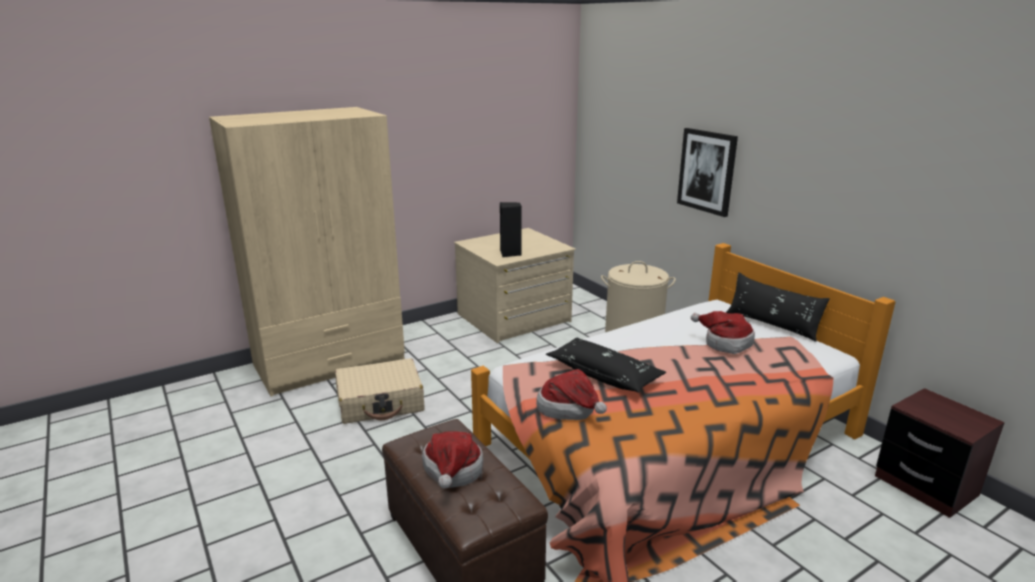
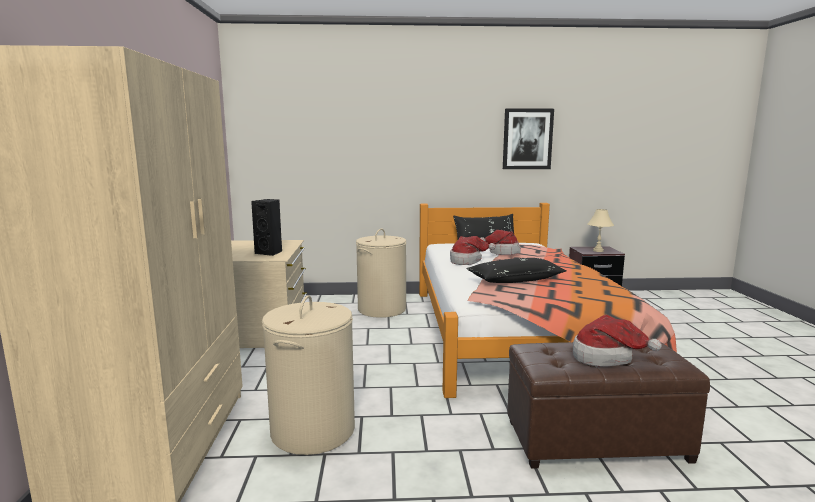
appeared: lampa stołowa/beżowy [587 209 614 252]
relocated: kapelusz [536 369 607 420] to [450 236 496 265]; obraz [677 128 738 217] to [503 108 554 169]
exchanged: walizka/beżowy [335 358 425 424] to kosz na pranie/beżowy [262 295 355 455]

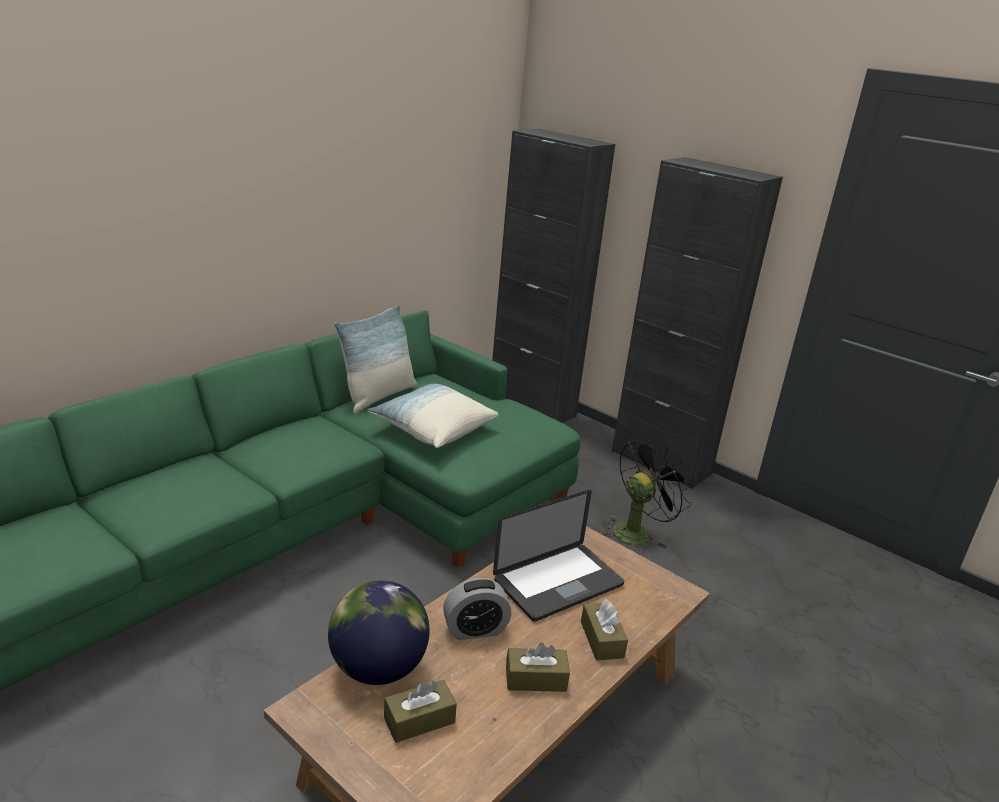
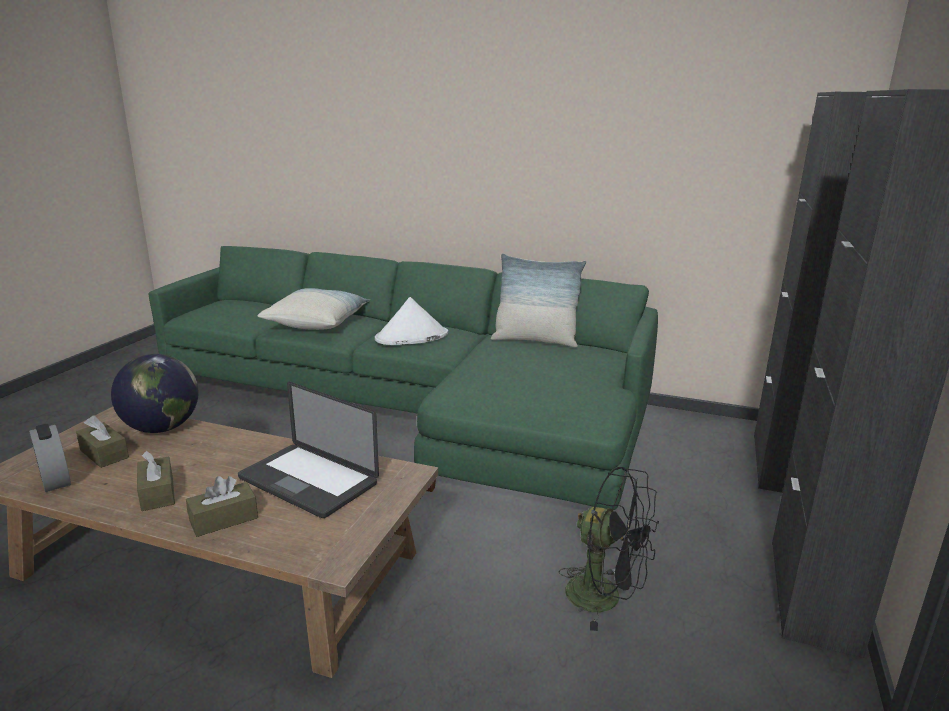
appeared: kapelusz/biały [375 297 448 345]
relocated: budzik [443 578 511 640] to [29 424 71 492]; poduszka [368 384 499 448] to [257 288 370 330]

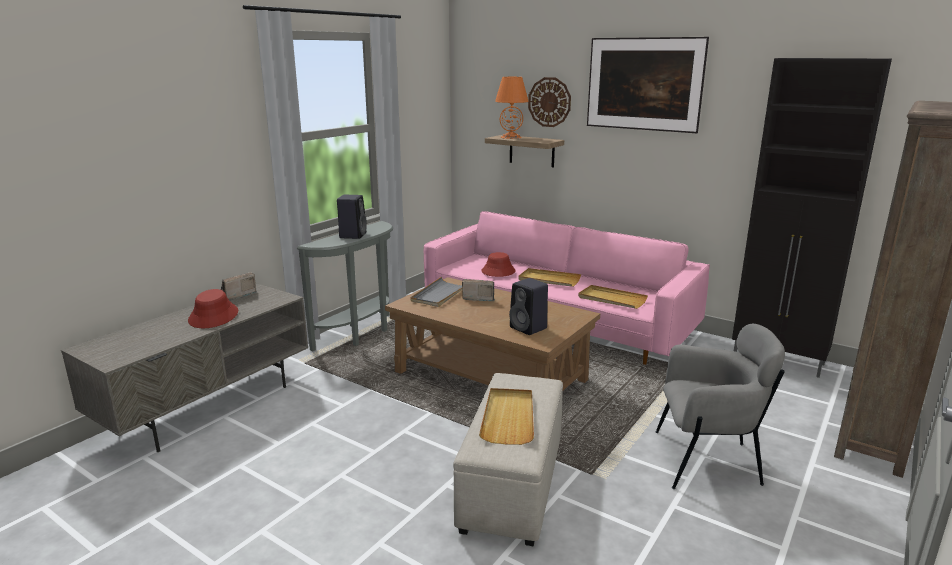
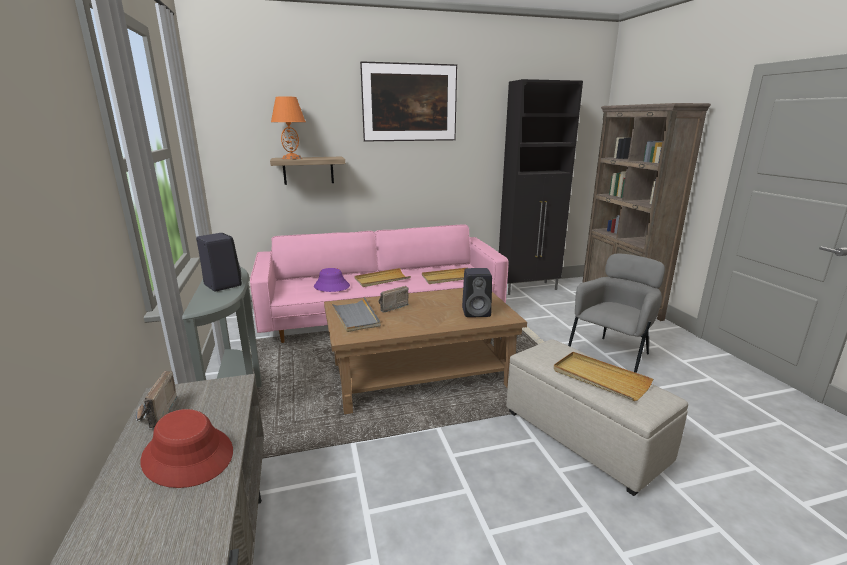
missing: zegar ścienny [528 77 571 127]
colour: kapelusz/czerwony [481 252 516 277] to kapelusz/fioletowy [314 268 350 292]

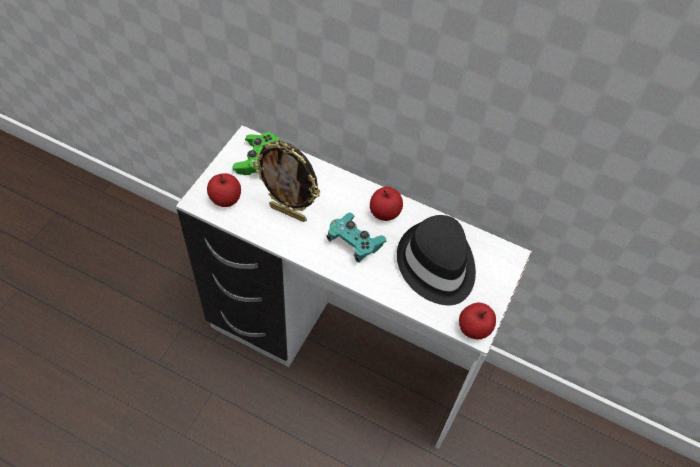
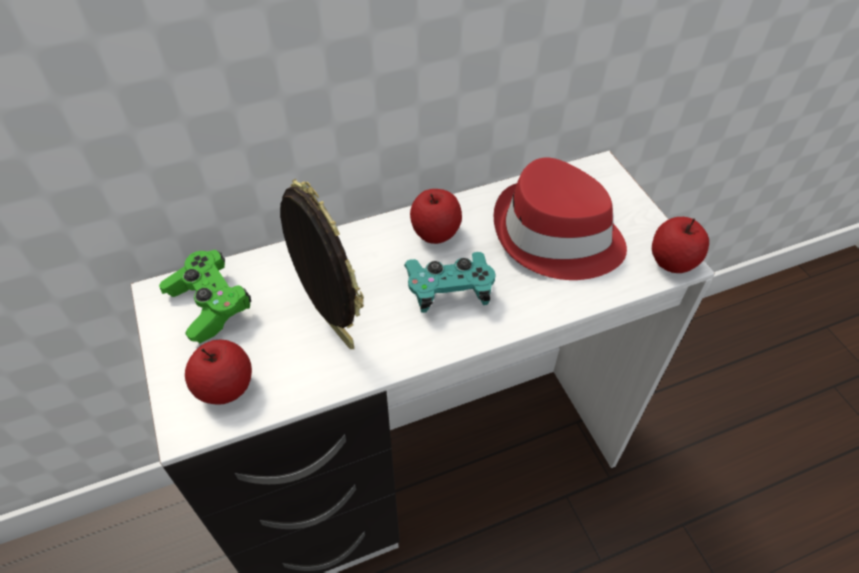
colour: kapelusz/czarny [397 215 476 305] to kapelusz/czerwony [494 158 627 280]
spun: ramka na zdjęcie [253 141 321 222] = [280 179 364 349] 105 degrees counterclockwise

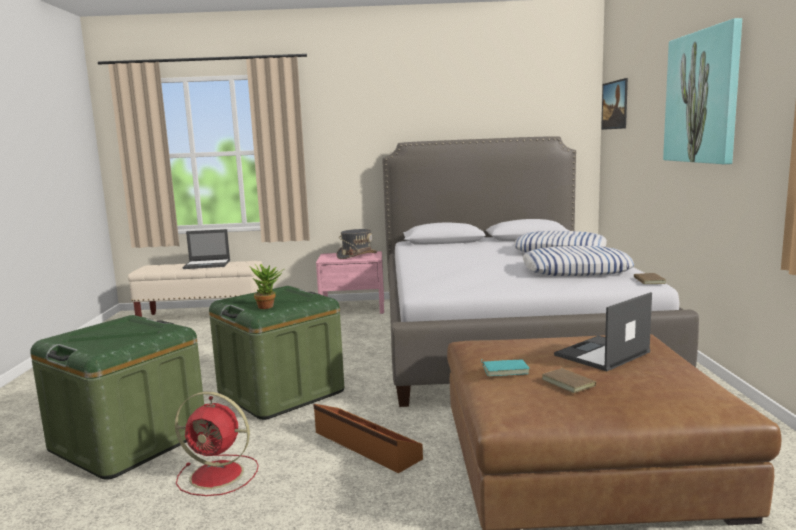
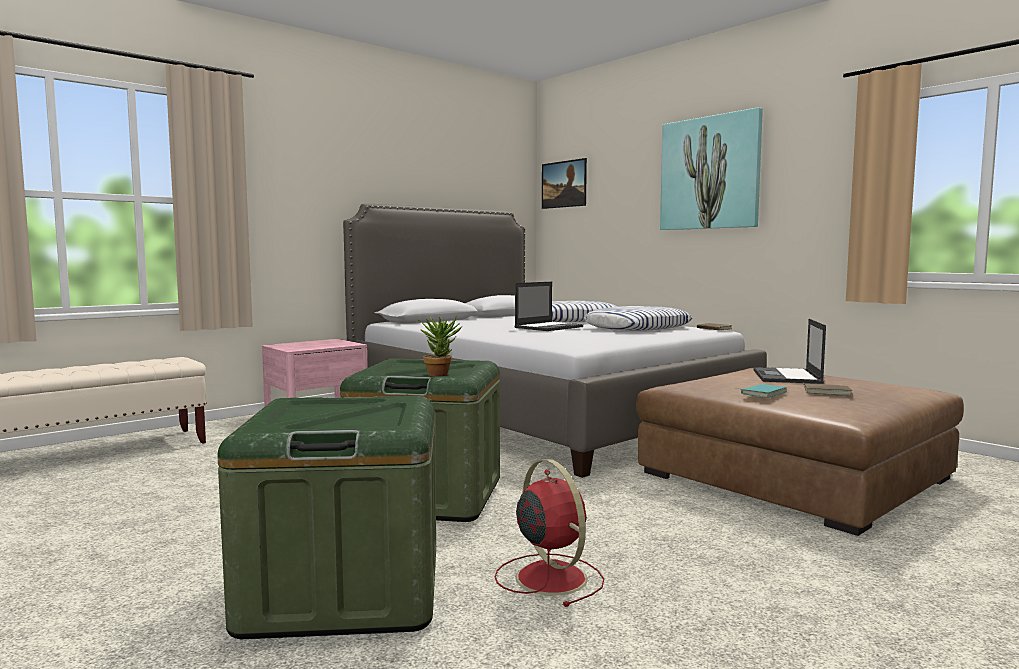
missing: pojemnik do przechowywania/brązowy [313 404 423 473]; kapelusz/szary [336 229 377 259]
relocated: laptop [182 229 230 269] to [514 282 583 331]
spun: wentylator/czerwony [175 392 259 496] = [495 459 604 607] 90 degrees counterclockwise

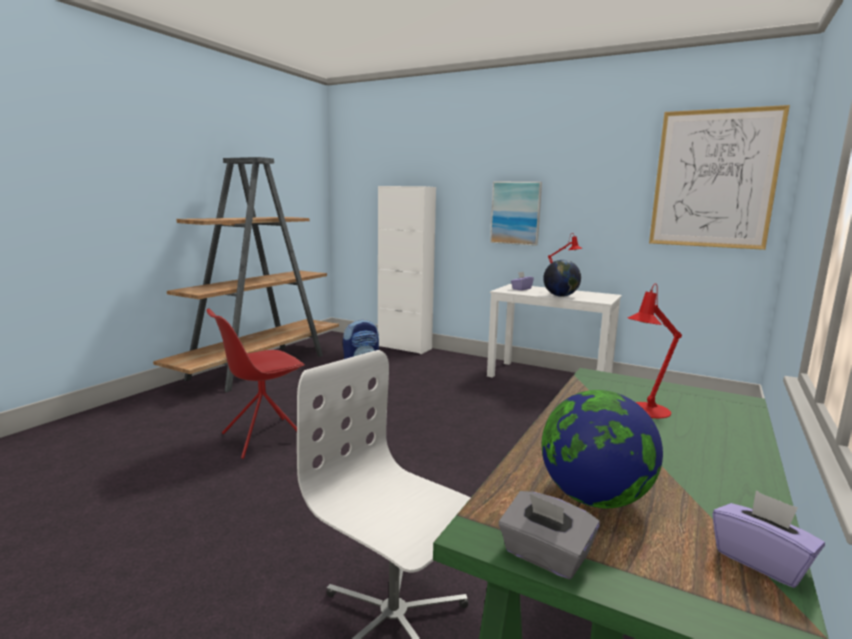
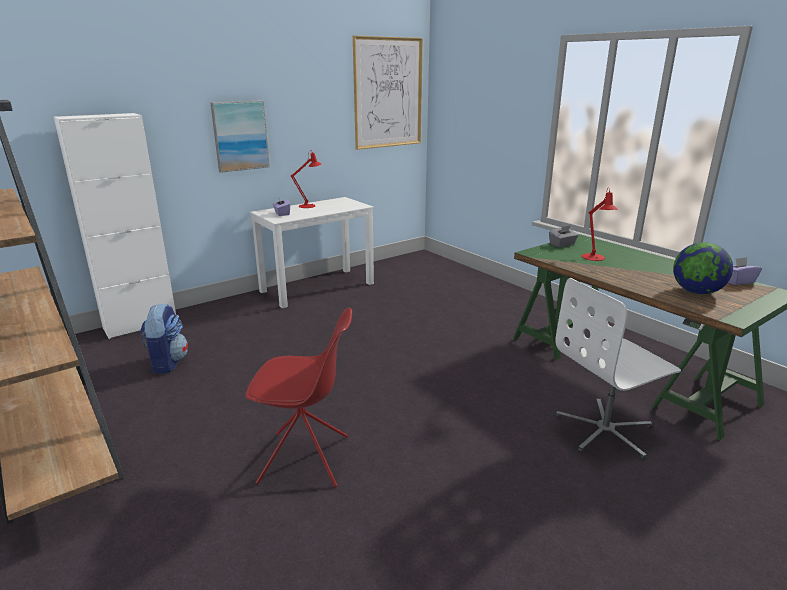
missing: globus [543 260 581 297]
relocated: pudełko chusteczek/szary [499 491 600 579] to [549 226 578 247]
spun: krzesło/czerwony [206 309 305 459] = [245 307 352 487] 75 degrees counterclockwise

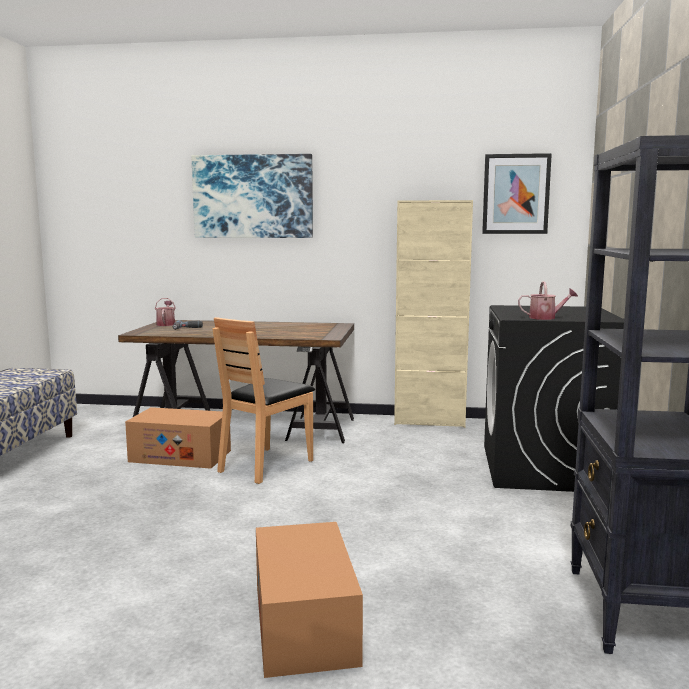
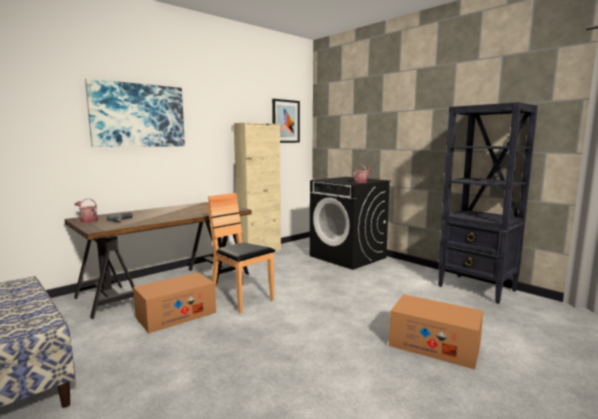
spun: krzesło/brązowy [212 317 315 484] = [208 193 275 313] 150 degrees clockwise

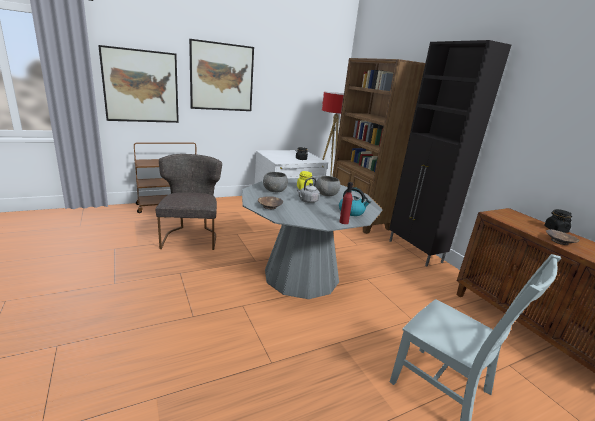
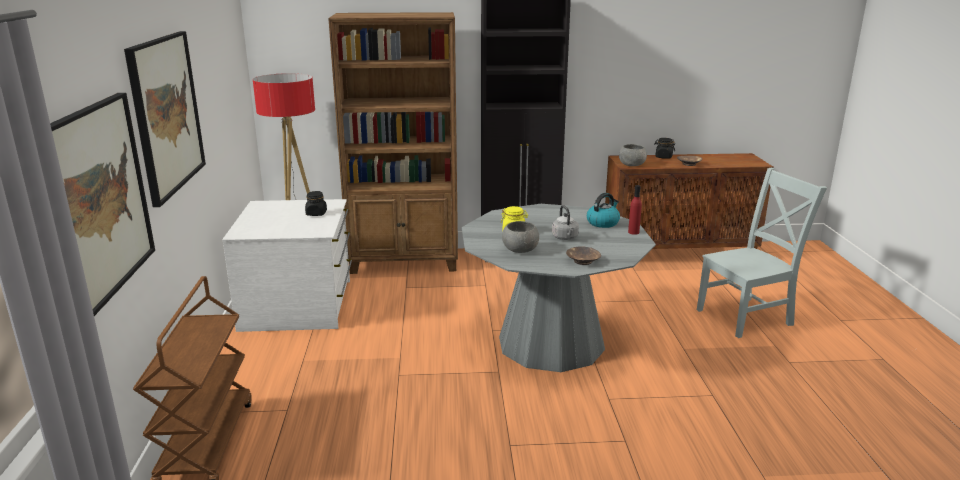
missing: krzesło/szary [155 154 222 250]
relocated: miska/szary [316 176 340 197] to [619 144 647 166]

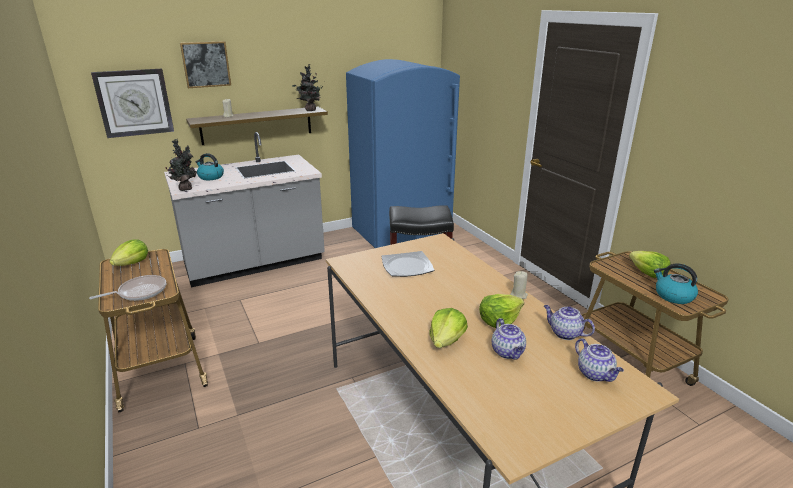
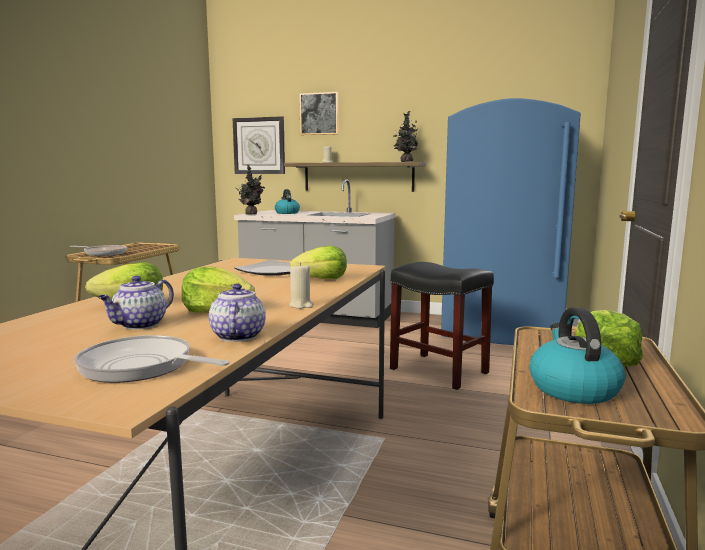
relocated: sałata [109 239 148 266] to [290 246 347 279]
exchanged: imbryk [575 338 624 382] to patelnia [74 335 229 383]

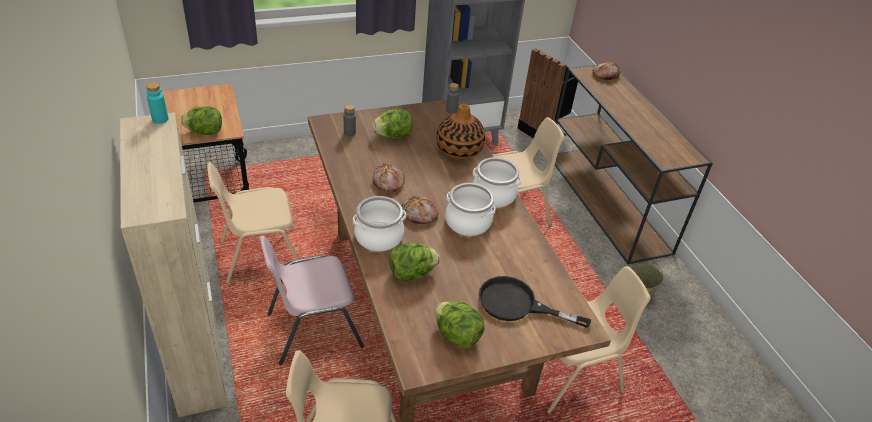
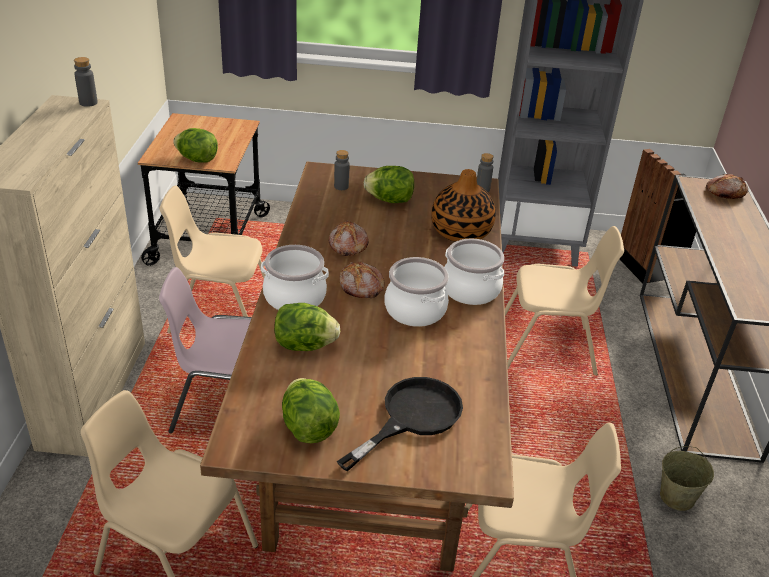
colour: butelka/turkusowy [146 82 168 124] to butelka/szary [74 57 98 107]
spun: patelnia/czarny [479 276 591 328] = [337 377 463 472] 90 degrees clockwise

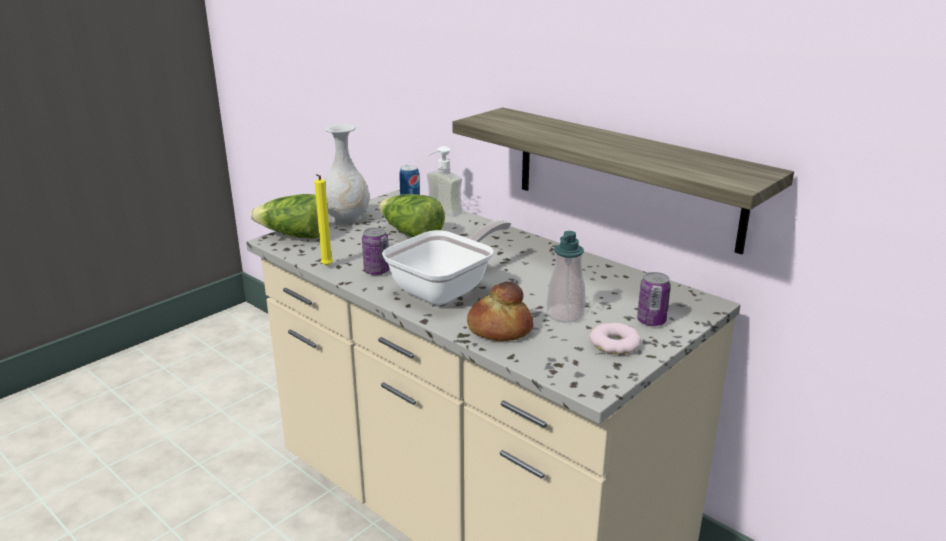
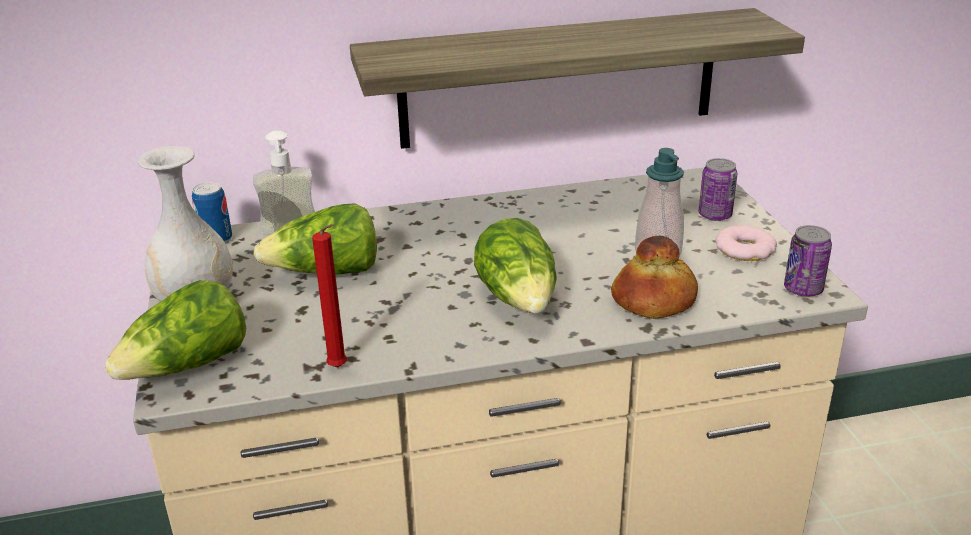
relocated: puszka [362 227 390 275] to [784 225 832 297]
exchanged: patelnia [382 220 511 305] to sałata [474 218 557 313]
colour: świeca/żółty [314 174 333 266] to świeca/czerwony [312 224 347 368]

